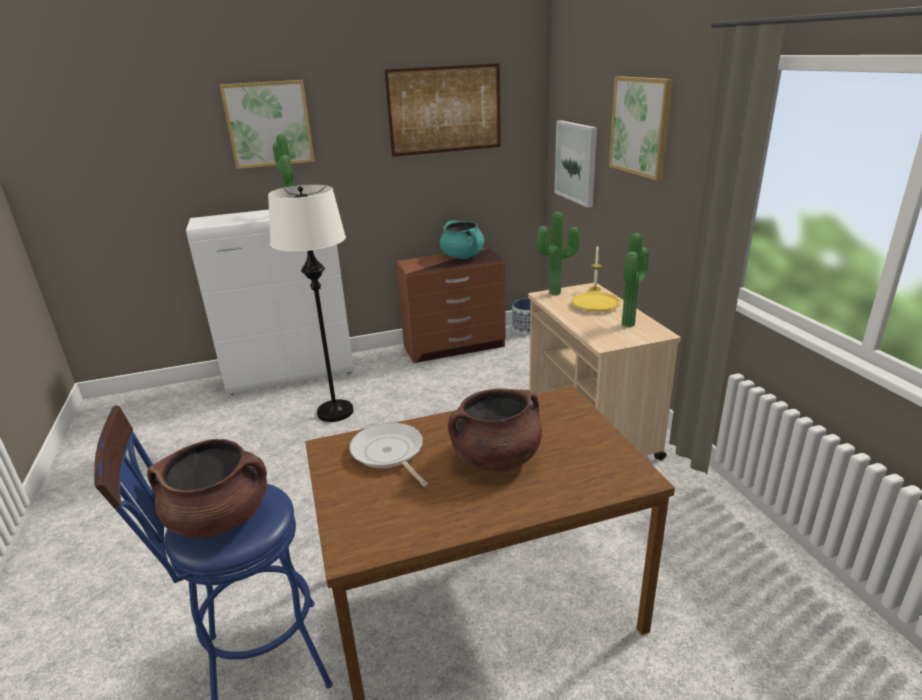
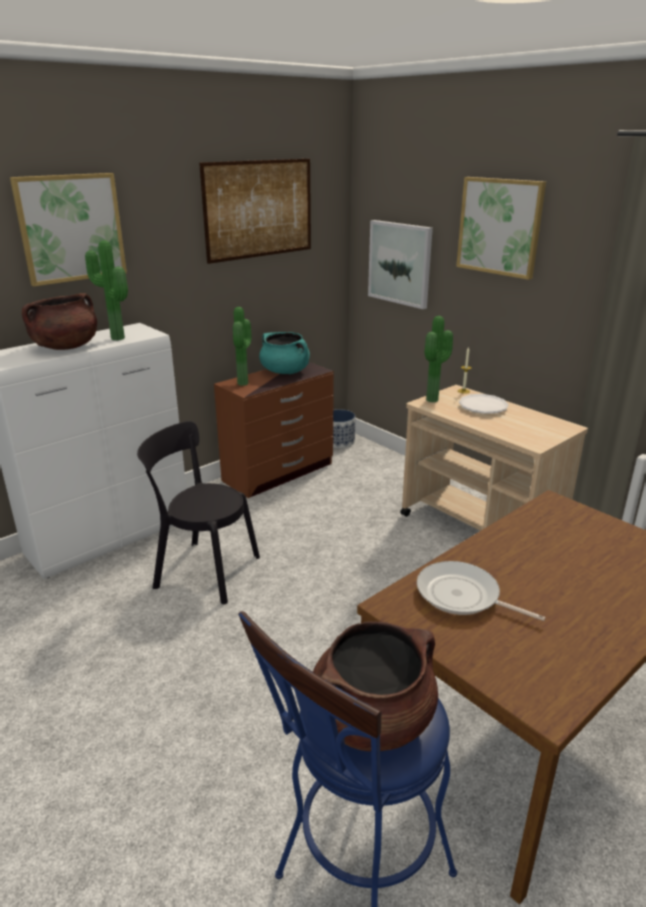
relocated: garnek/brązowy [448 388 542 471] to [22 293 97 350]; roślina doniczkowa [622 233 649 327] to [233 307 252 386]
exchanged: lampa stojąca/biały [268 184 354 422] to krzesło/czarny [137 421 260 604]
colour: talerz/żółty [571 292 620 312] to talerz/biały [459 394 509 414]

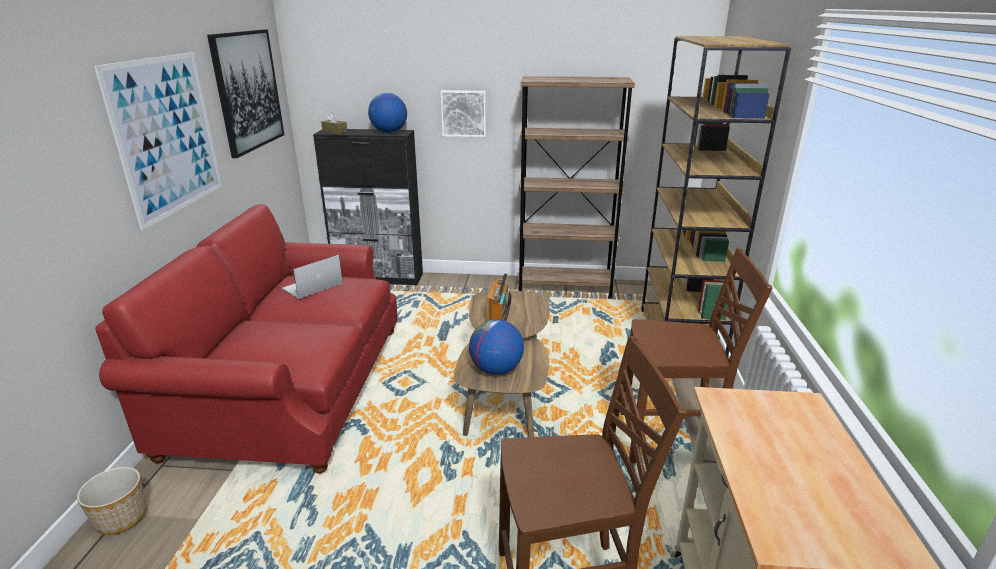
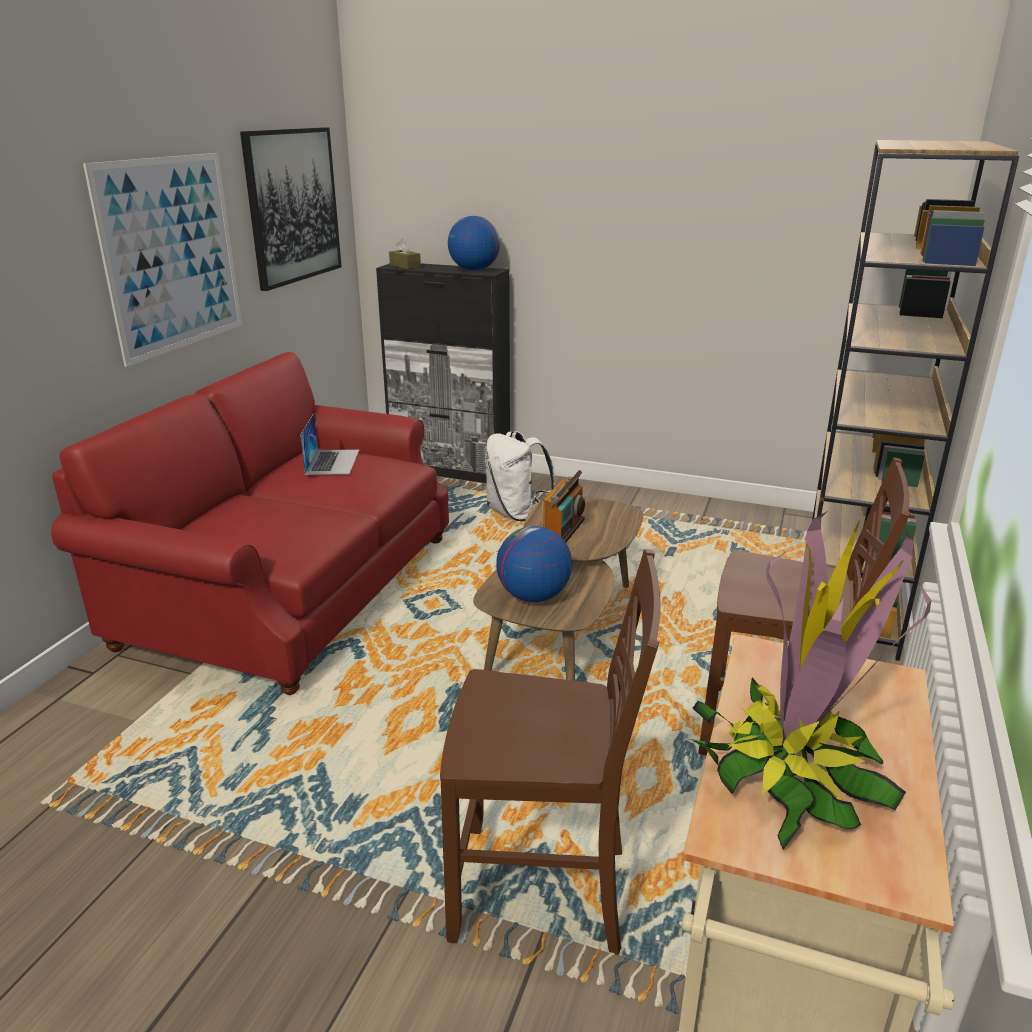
missing: donica [77 467 147 535]; obraz [441 90 486 137]; regał/brązowy [518 76 635 299]
appeared: plecak/biały [485 431 556 521]; roślina doniczkowa [689 512 931 850]
spun: laptop [282 255 343 299] = [300 413 359 475] 120 degrees clockwise

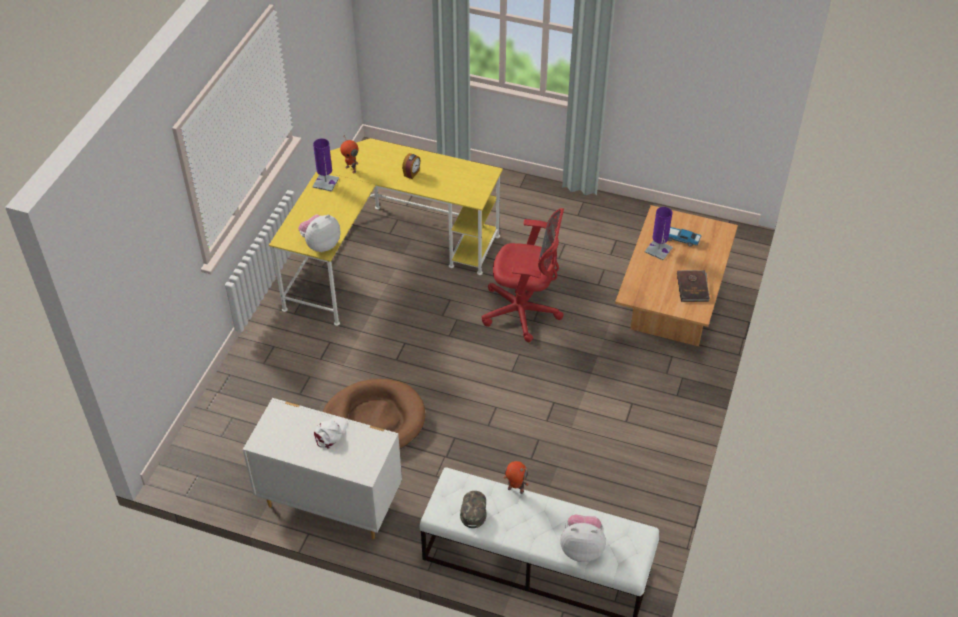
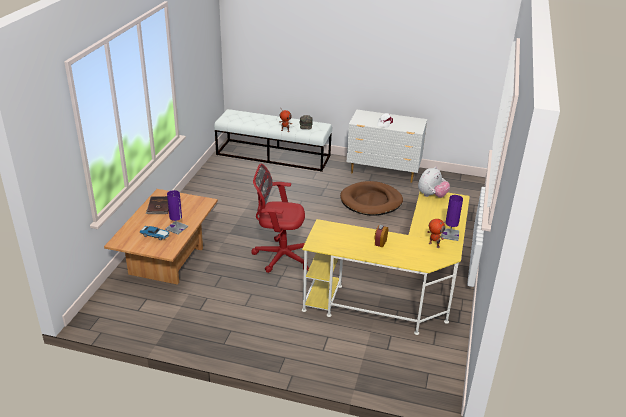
missing: pluszak [560 514 606 562]

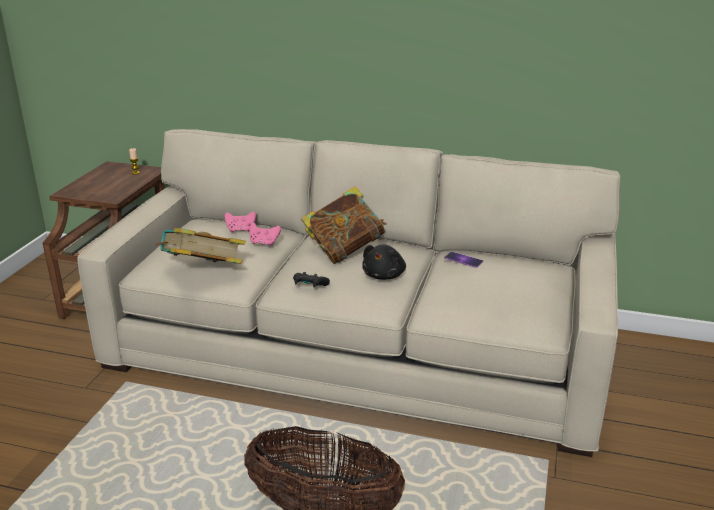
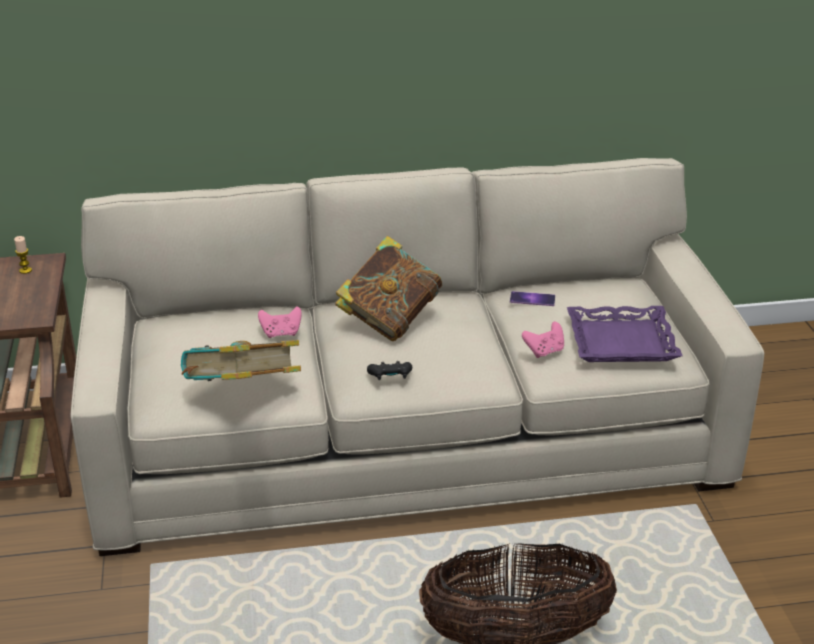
missing: pluszak/czarny [362 244 406 280]
appeared: taca/fioletowy [567 306 683 362]
relocated: pad do gier/różowy [225 211 256 233] to [522 322 564 358]

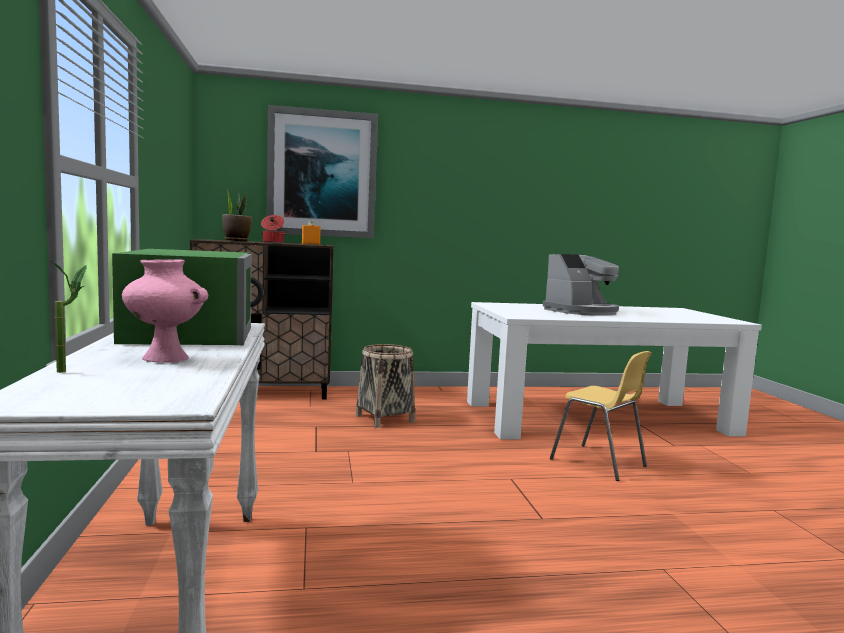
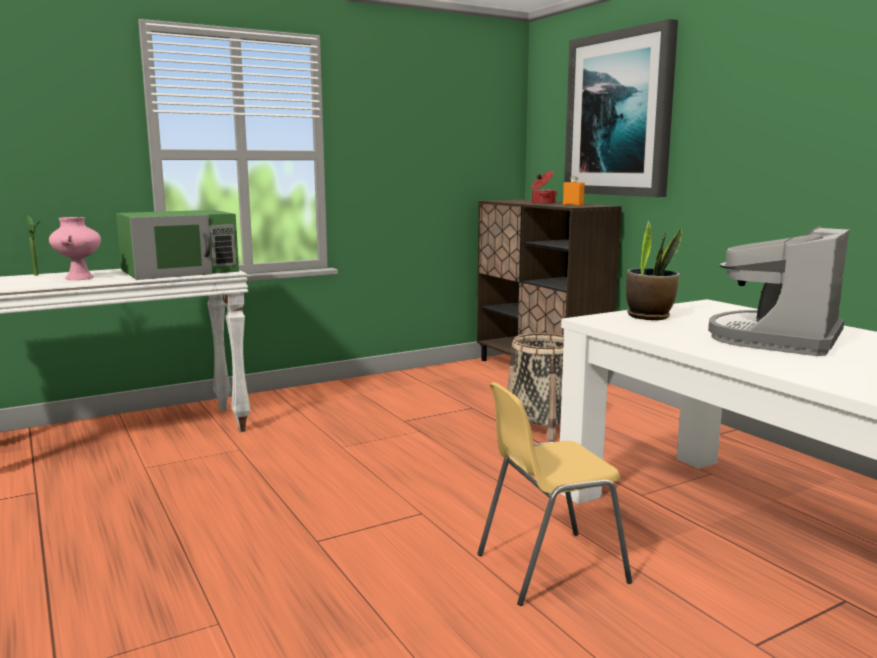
relocated: roślina doniczkowa [223 187 252 241] to [626 221 682 320]
spun: krzesło/żółty [550 351 652 481] = [477 382 632 606] 45 degrees clockwise; ekspres do kawy [543 254 621 316] = [708 226 849 356] 90 degrees clockwise

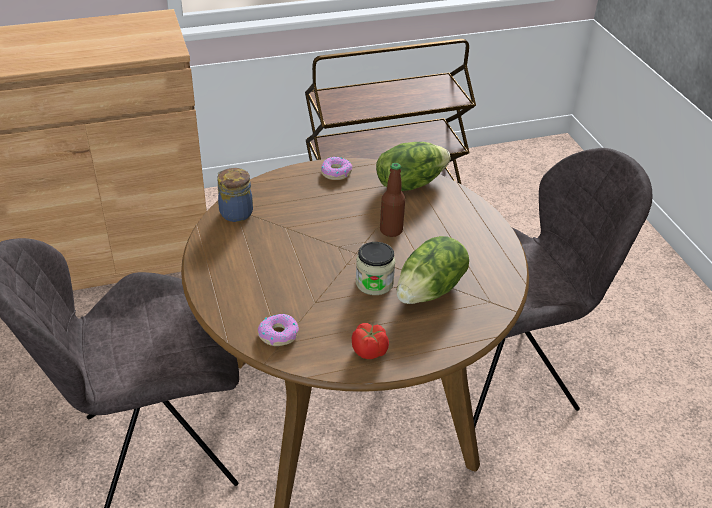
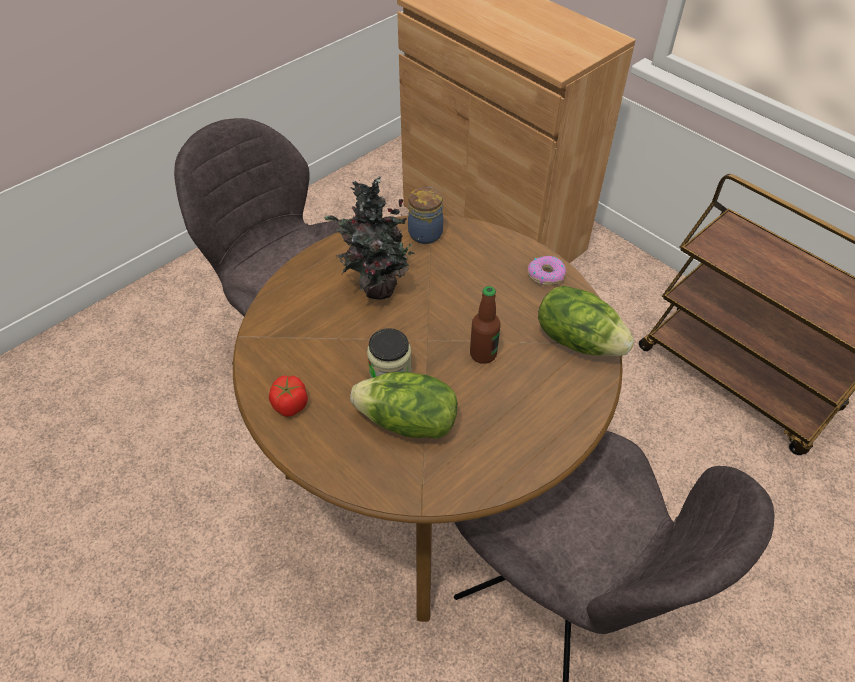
missing: donut [258 314 299 346]
appeared: roślina doniczkowa [324 176 422 299]

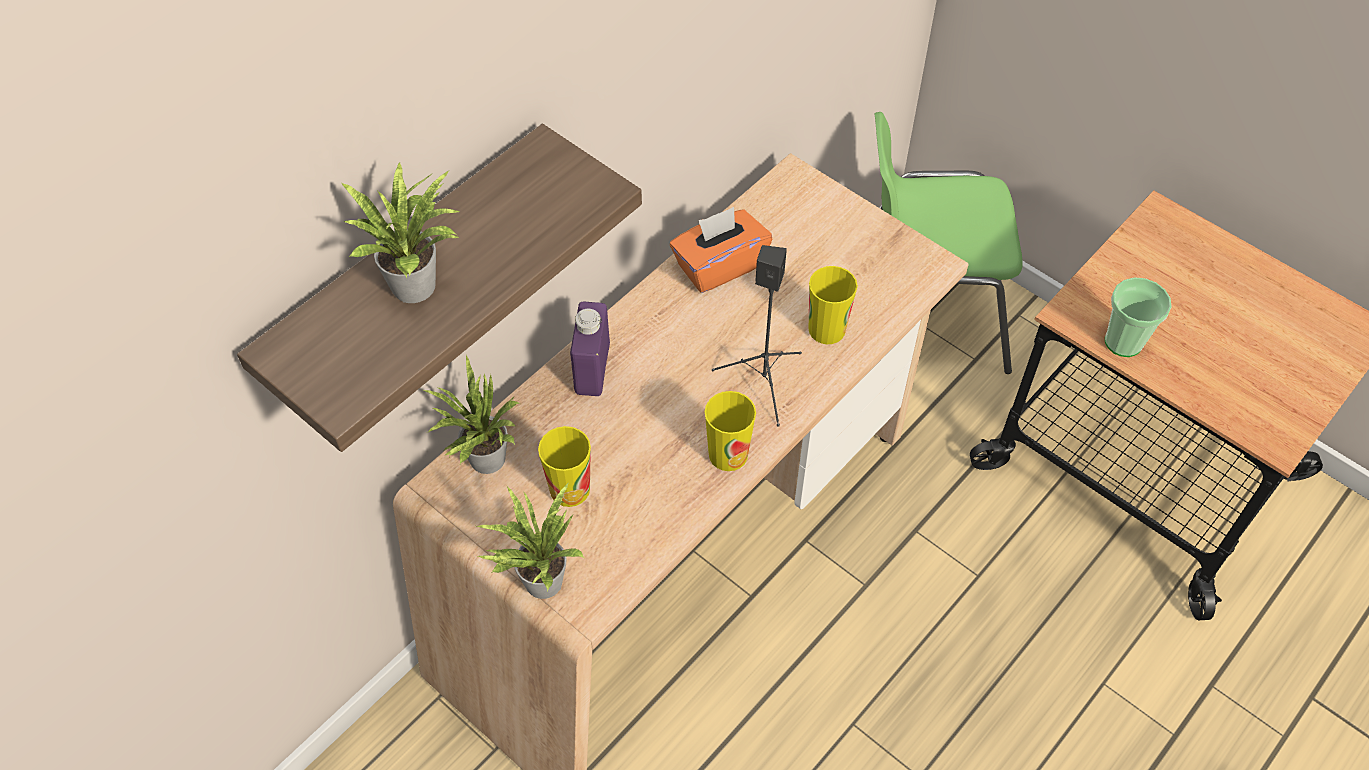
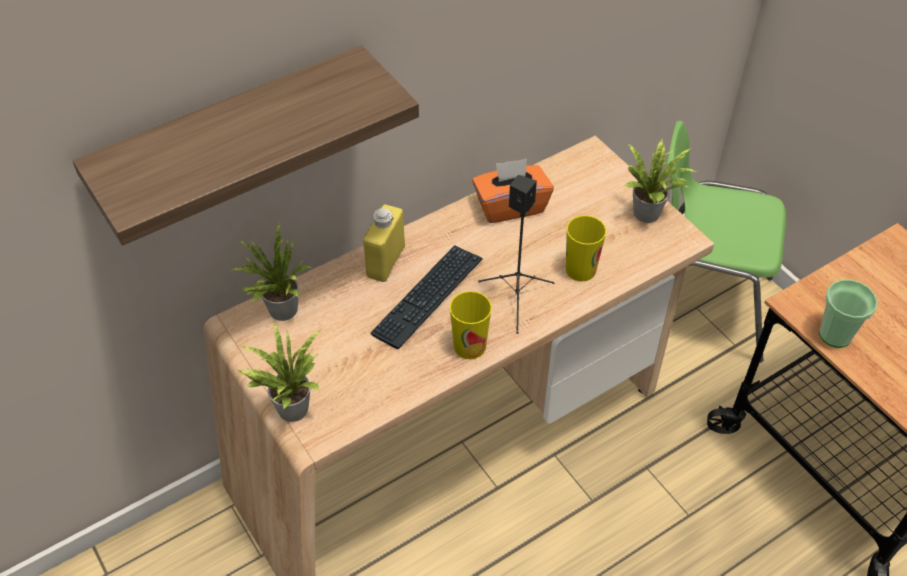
missing: filiżanka [538 426 591 507]
appeared: klawiatura [370 245 483 349]
relocated: roślina doniczkowa [341 161 460 303] to [623 139 697 223]
colour: butelka/fioletowy [570 302 610 396] to butelka/żółty [363 204 405 282]

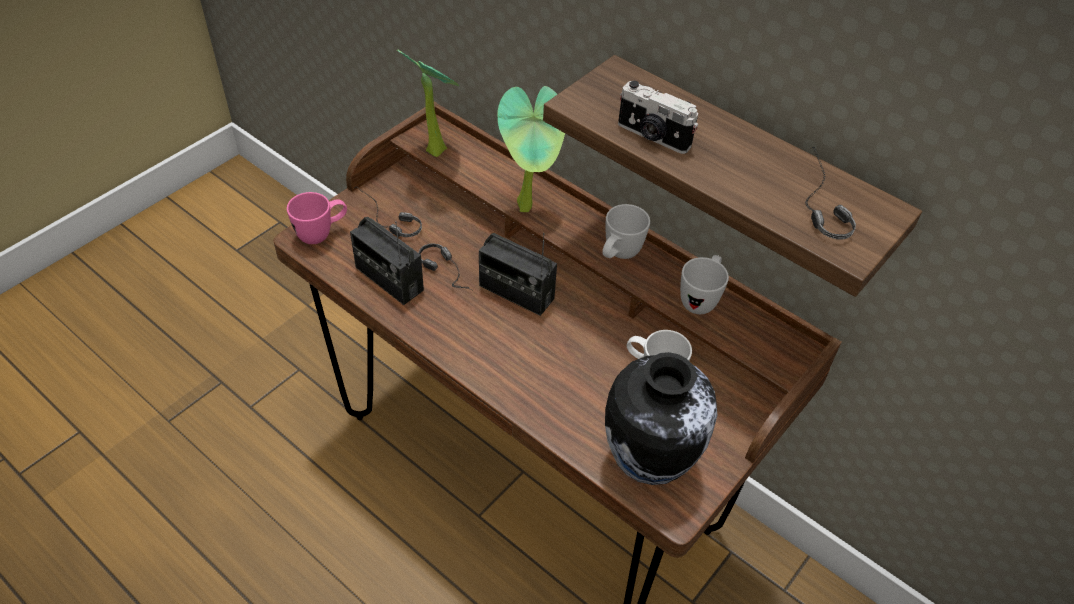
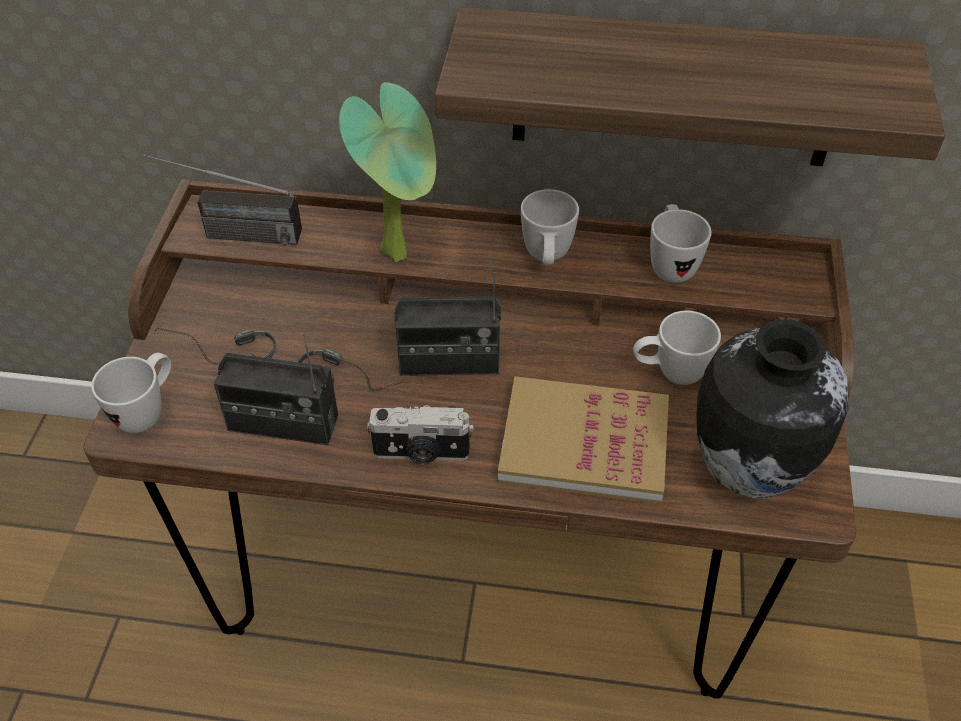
missing: słuchawki [805 147 856 239]
appeared: książka [498 376 669 504]
relocated: aparat fotograficzny [618 81 698 154] to [367 405 474 464]
exchanged: roślina doniczkowa [397 50 459 157] to radio [144 154 302 245]
colour: kubek/różowy [287 192 347 244] to kubek/biały [91 353 171 433]

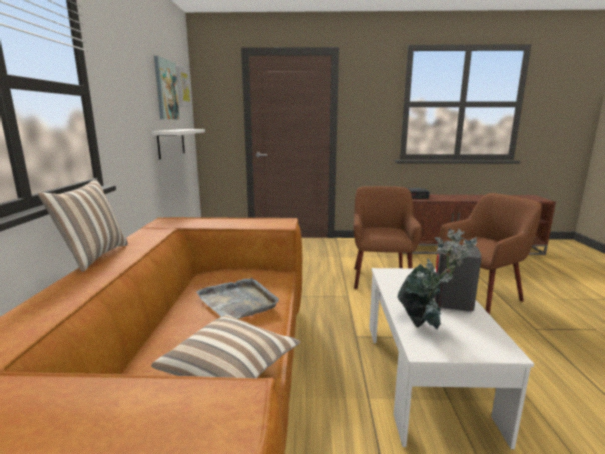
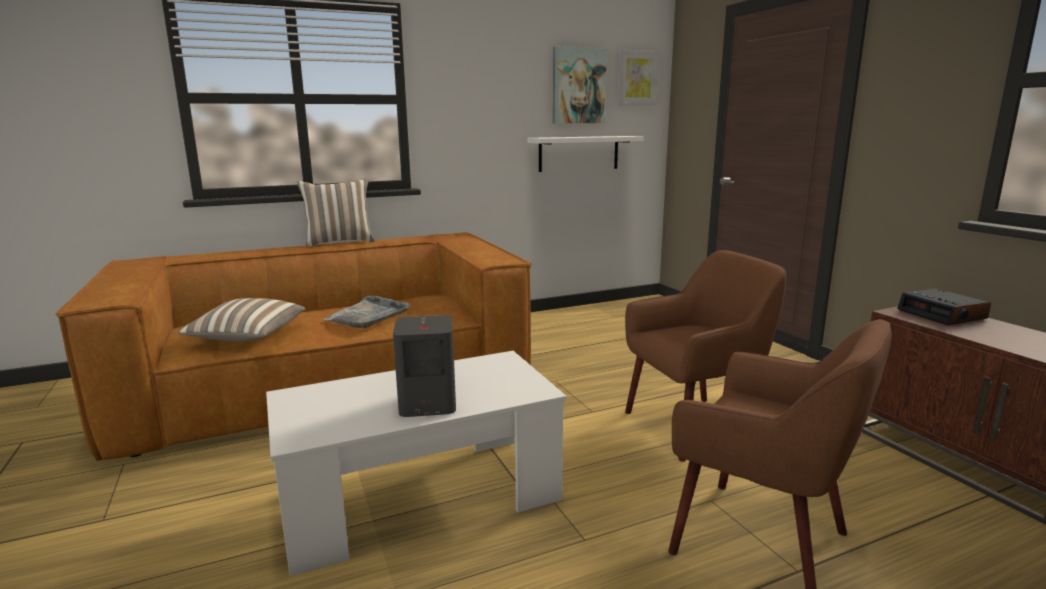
missing: roślina doniczkowa [397 229 477 330]

